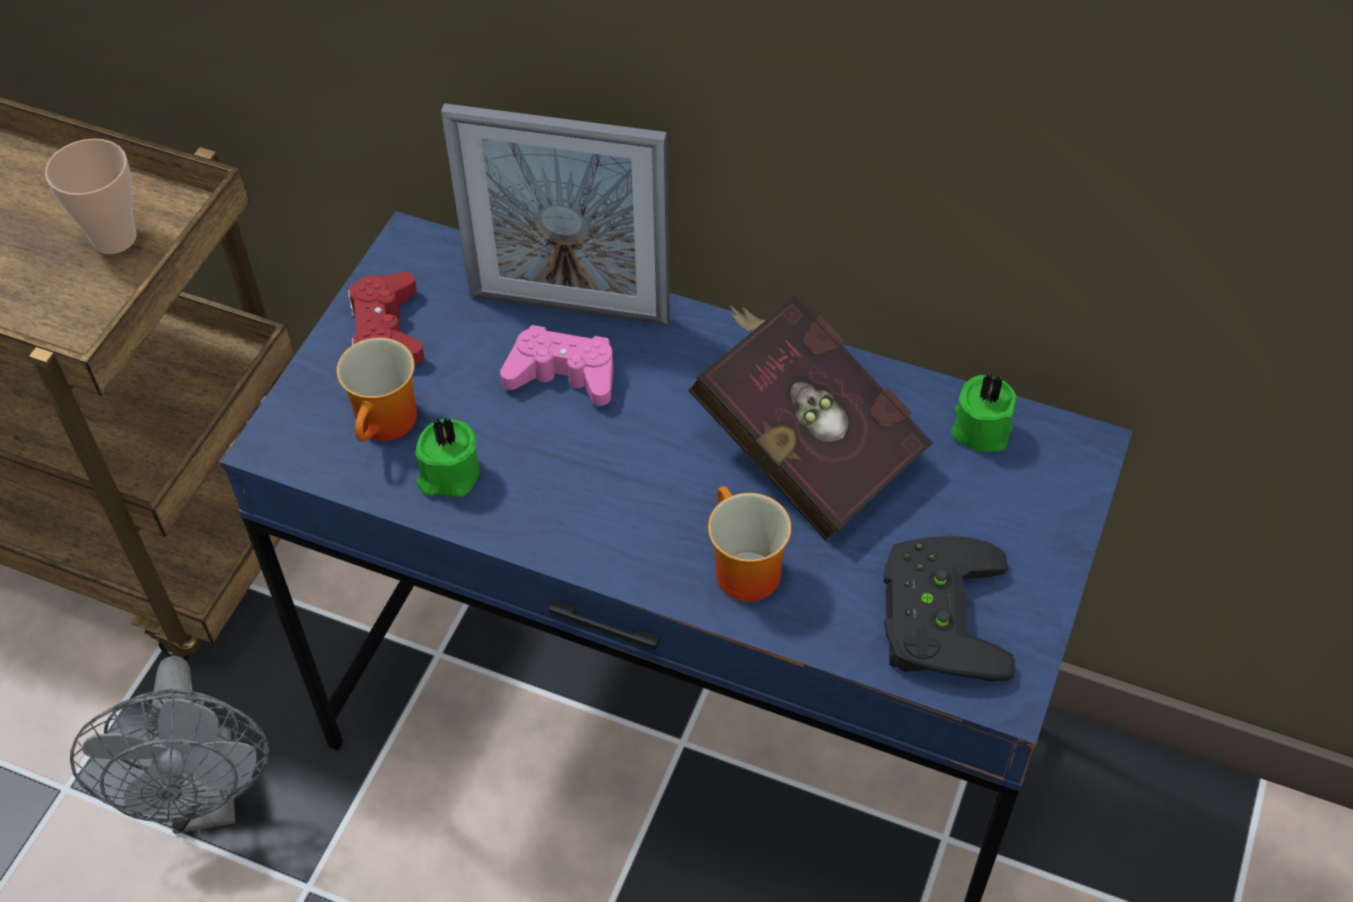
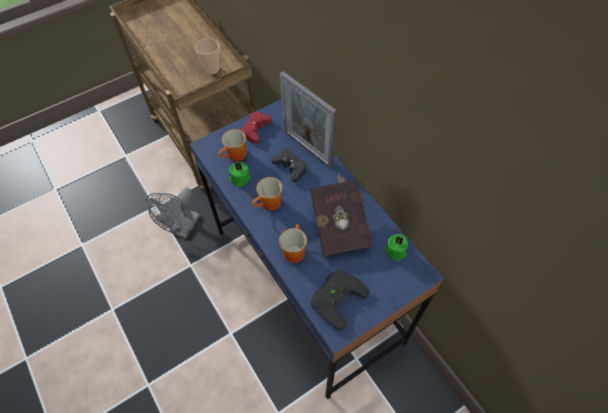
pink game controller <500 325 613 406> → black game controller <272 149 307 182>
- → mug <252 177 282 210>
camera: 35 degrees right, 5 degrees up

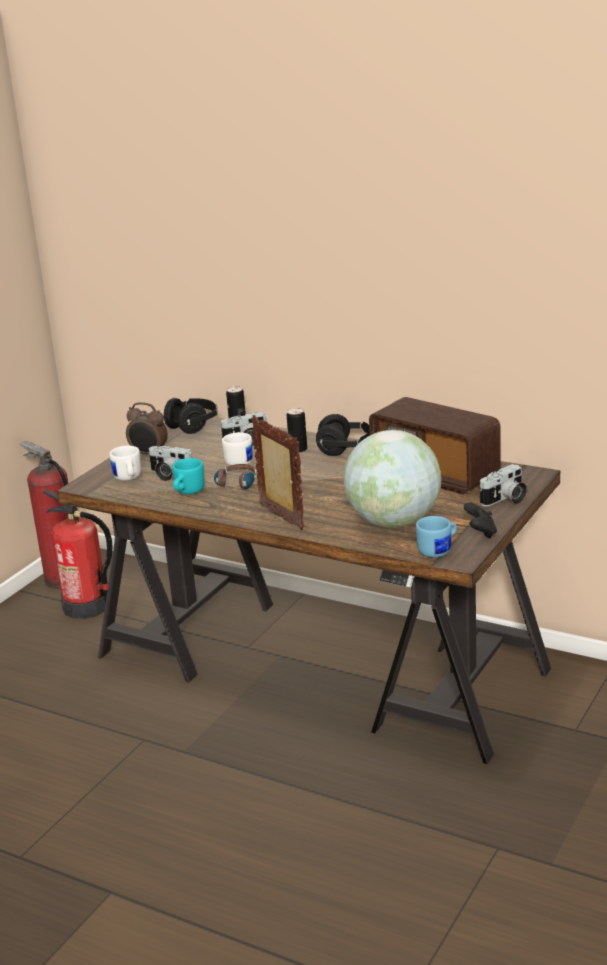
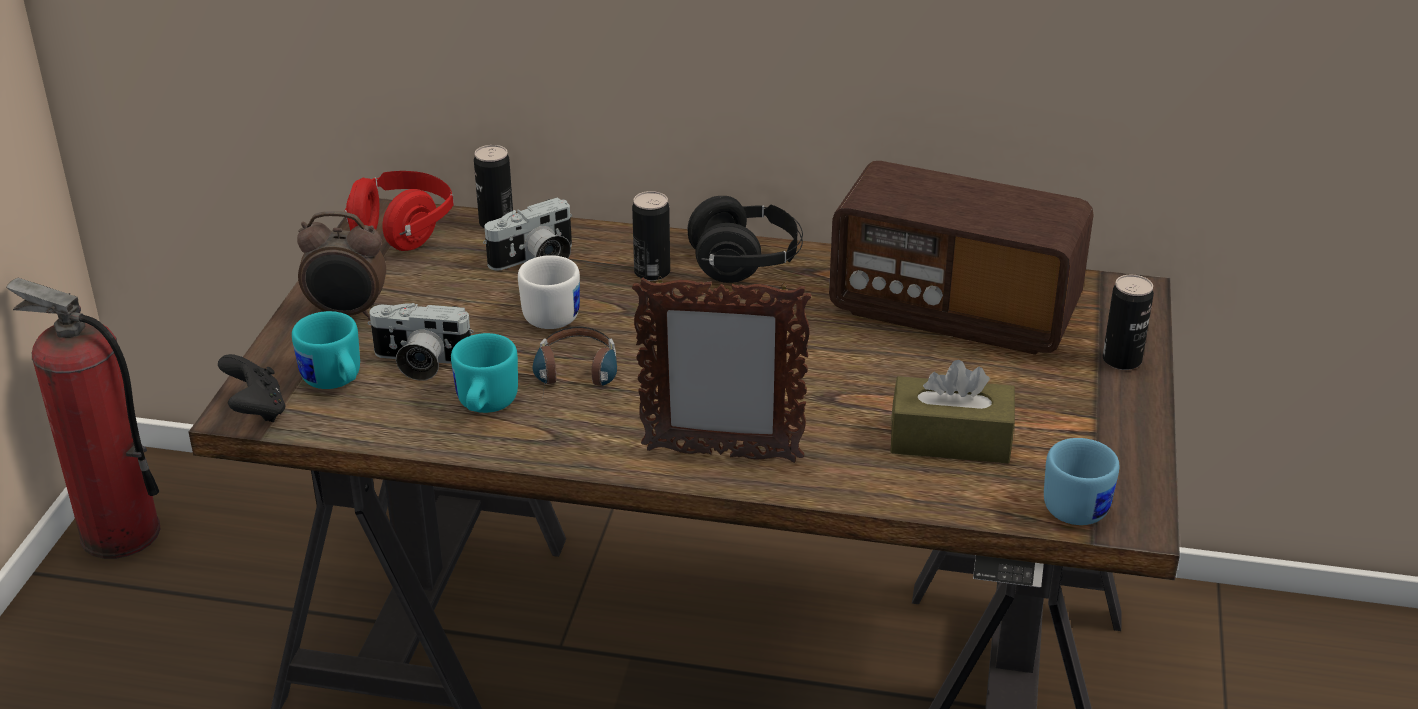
black headphones <164 398 218 434> → red headphones <345 171 454 251>
picture frame <251 415 305 530> → picture frame <632 276 811 463>, 150 degrees clockwise
globe <344 430 441 528> → brown tissue box <890 360 1015 463>
white mug <109 446 141 481> → turquoise mug <292 311 360 389>
photo camera <480 464 527 506> → can <1103 275 1154 370>
fire extinguisher <43 490 113 619> → -
black game controller <464 502 497 538> → black game controller <218 354 285 422>, shifted
camera: 20 degrees left, 10 degrees up

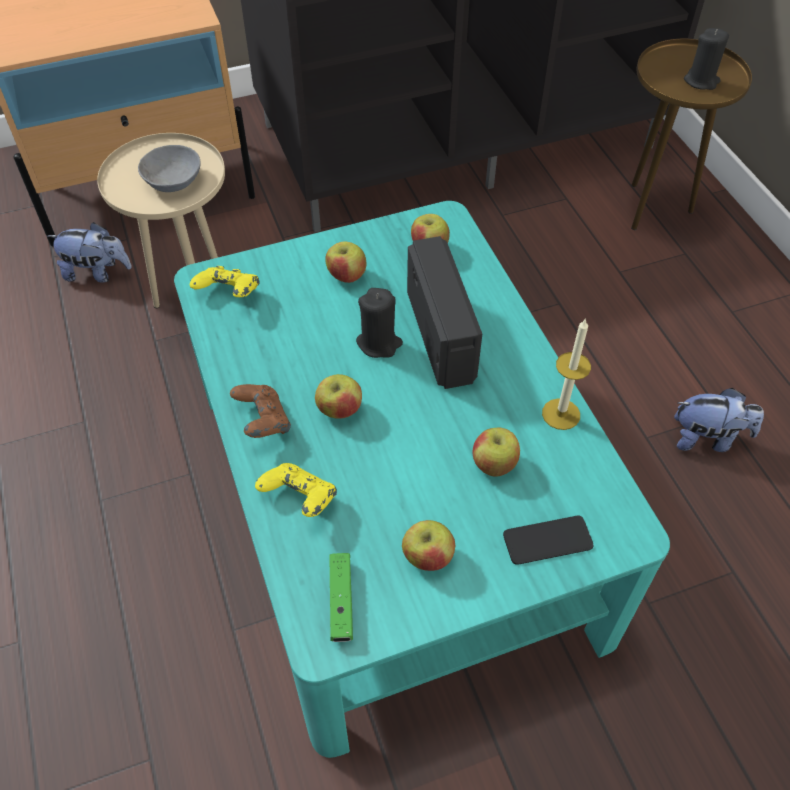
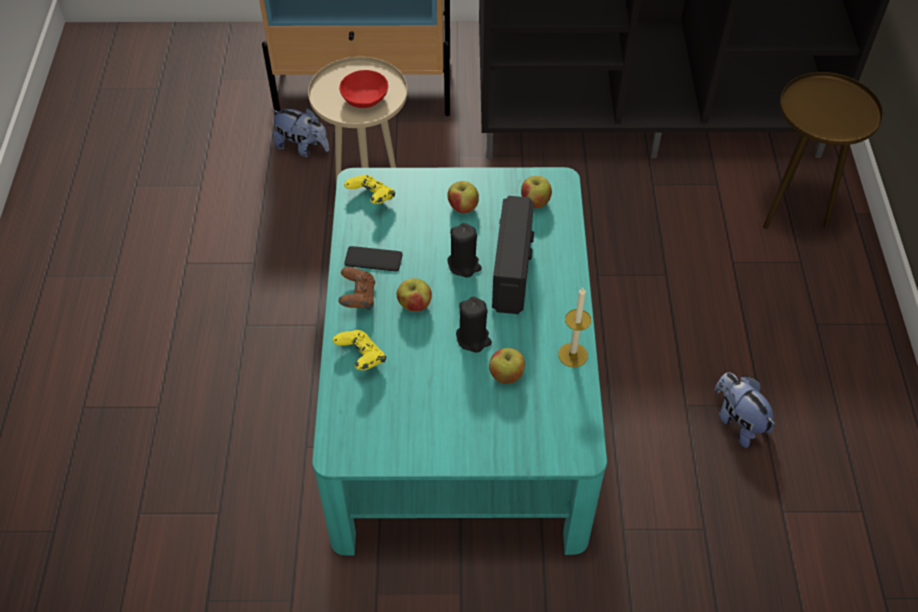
black candle <684 28 729 90> → black candle <456 297 492 353>, shifted
grey bowl <138 145 201 192> → red bowl <339 70 388 108>
plush toy <674 388 764 452> → plush toy <715 373 775 448>, 150 degrees counterclockwise
phone <503 516 594 565> → phone <344 246 402 271>, shifted
apple <402 520 455 571> → -
green game controller <329 553 353 642> → -
camera: 20 degrees right, 0 degrees up

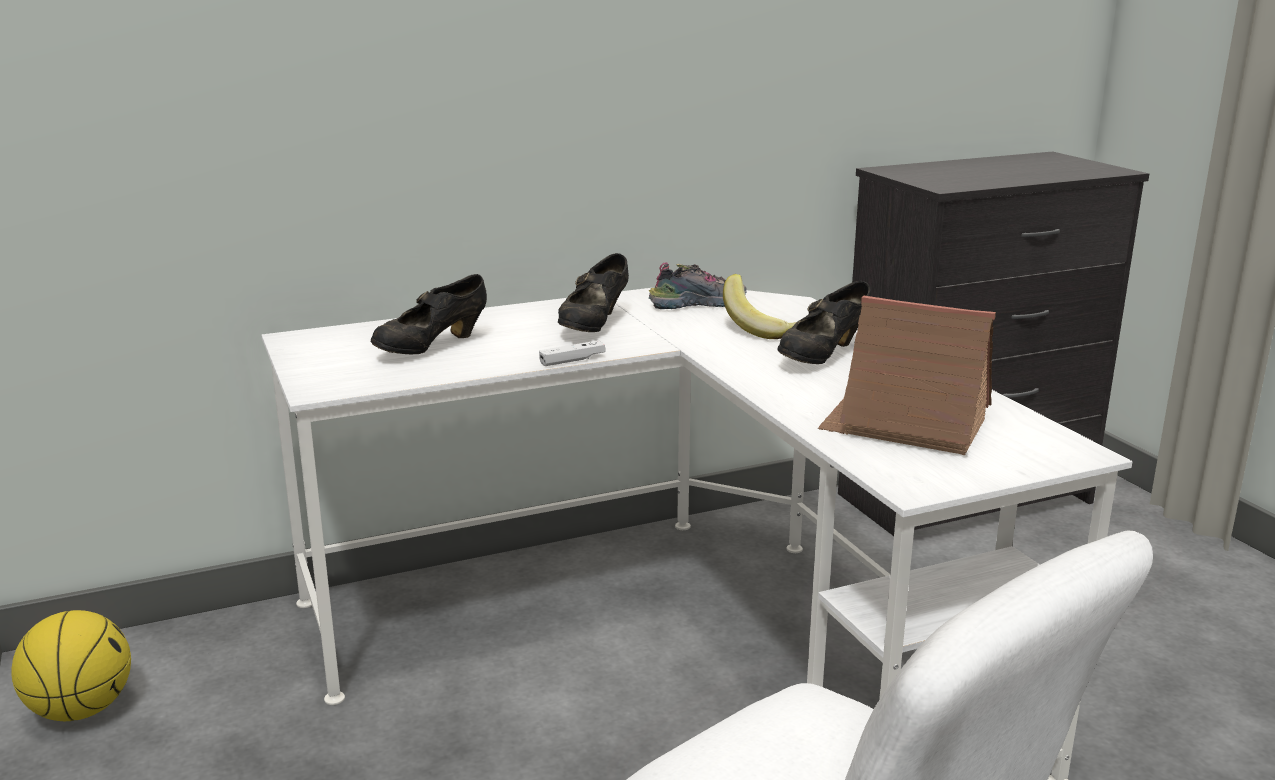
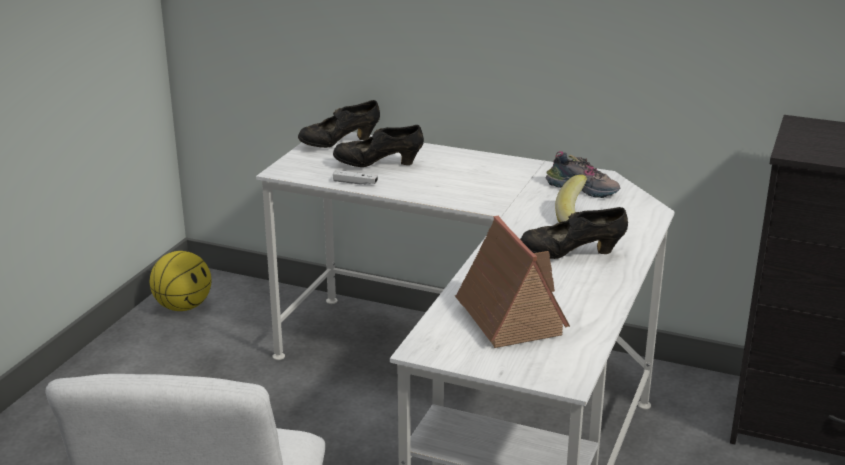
black shoe <558 253 629 332> → black shoe <298 100 380 148>, shifted
white game controller <539 340 605 366> → white game controller <333 170 378 185>, shifted
camera: 45 degrees right, 5 degrees up

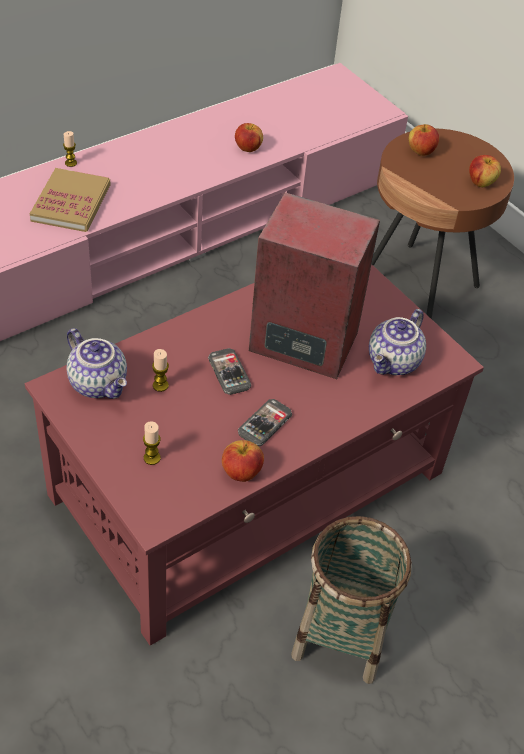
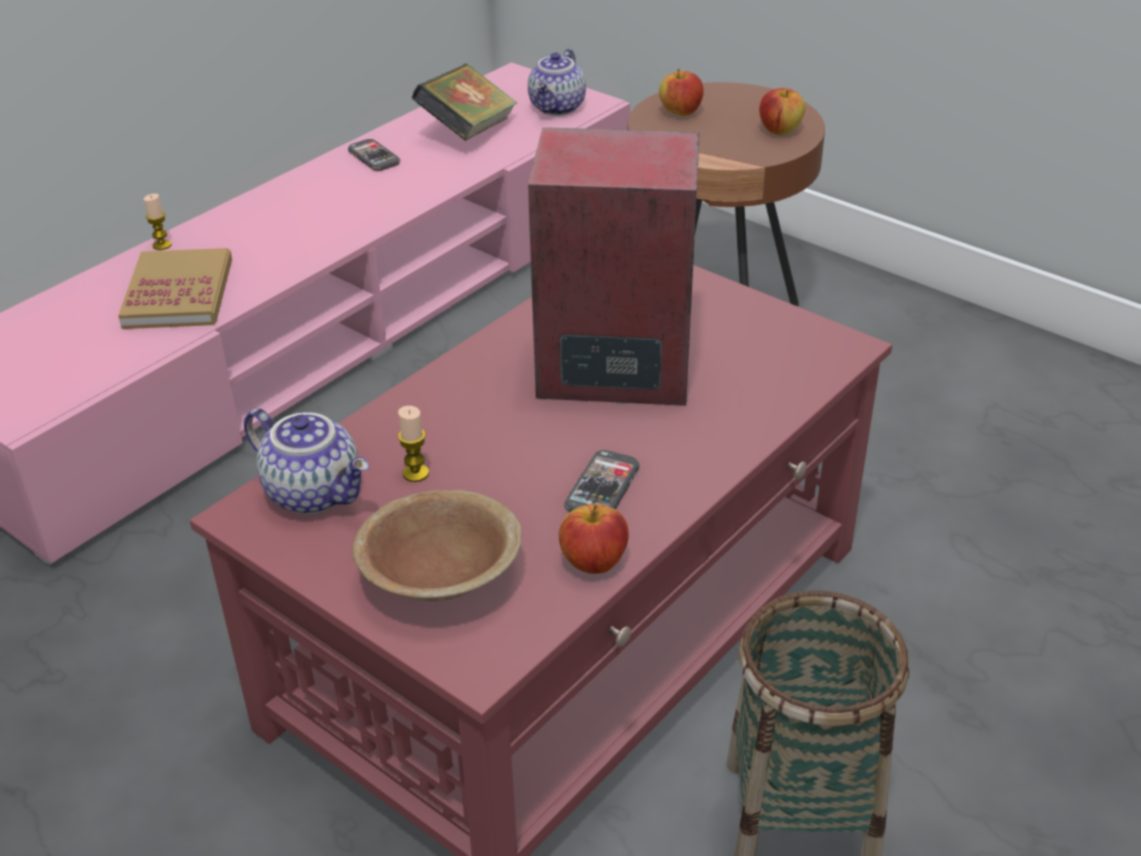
apple <235 123 263 152> → -
teapot <369 309 426 375> → teapot <528 49 586 116>, shifted
phone <208 348 251 395> → phone <348 139 400 171>, shifted
candle <143 421 161 465> → brown bowl <352 490 522 601>
- → book <412 64 517 141>
camera: 10 degrees left, 10 degrees down

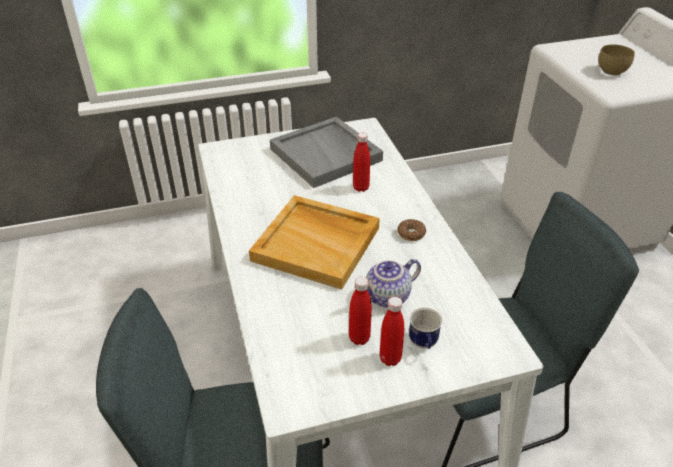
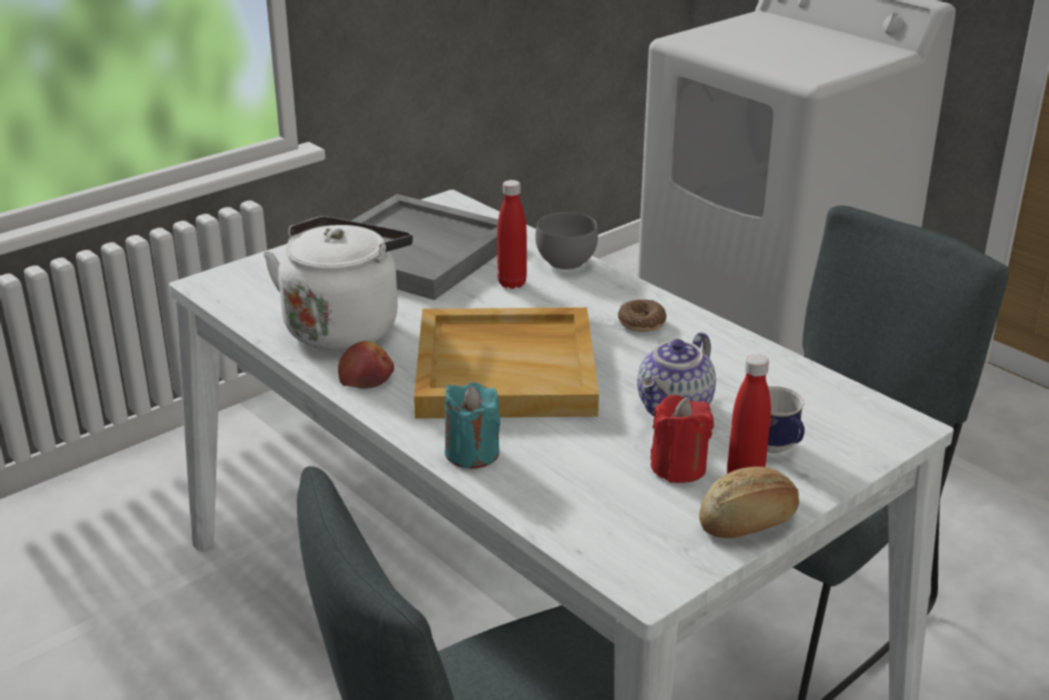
brown bowl <598 44 635 75> → -
red bottle <349 277 372 345> → red candle <650 395 714 483>
- → grey bowl <535 212 598 270>
- → white kettle <263 216 413 350>
- → apple <338 341 394 389>
- → turquoise candle <445 382 501 469>
- → bread <699 467 799 538>
camera: 25 degrees left, 10 degrees down

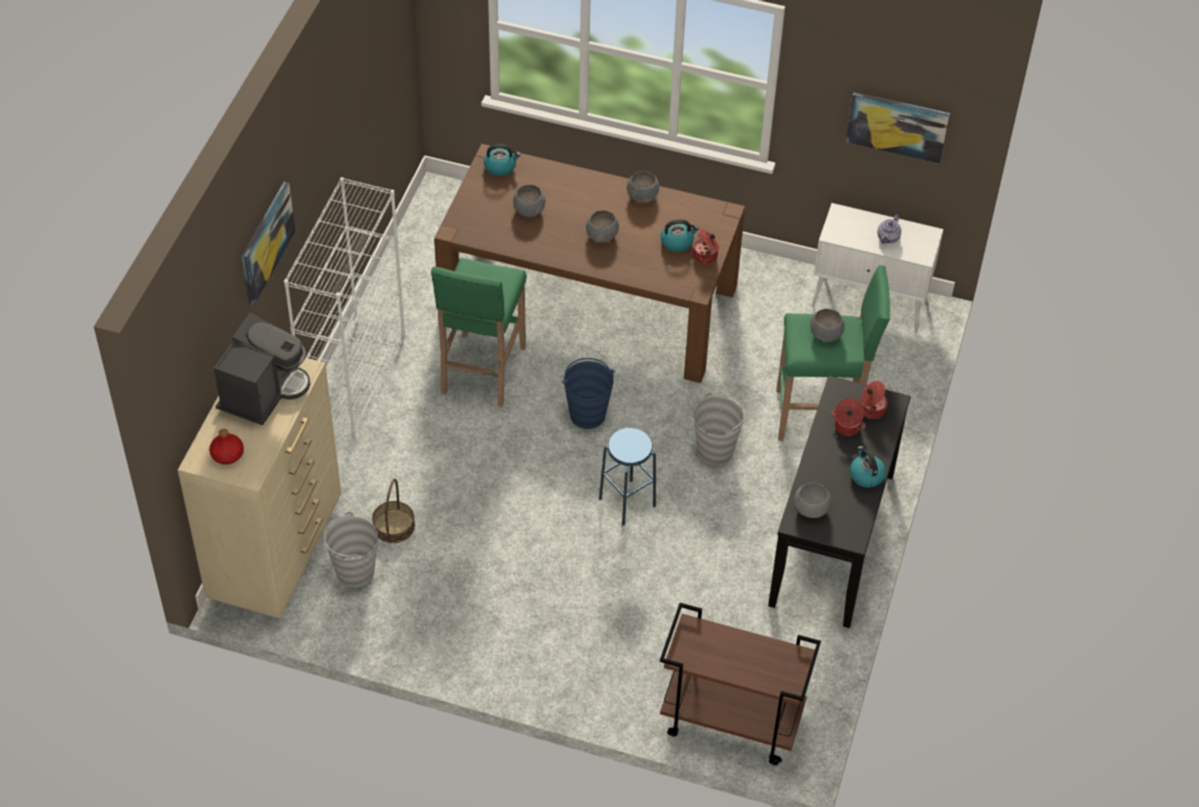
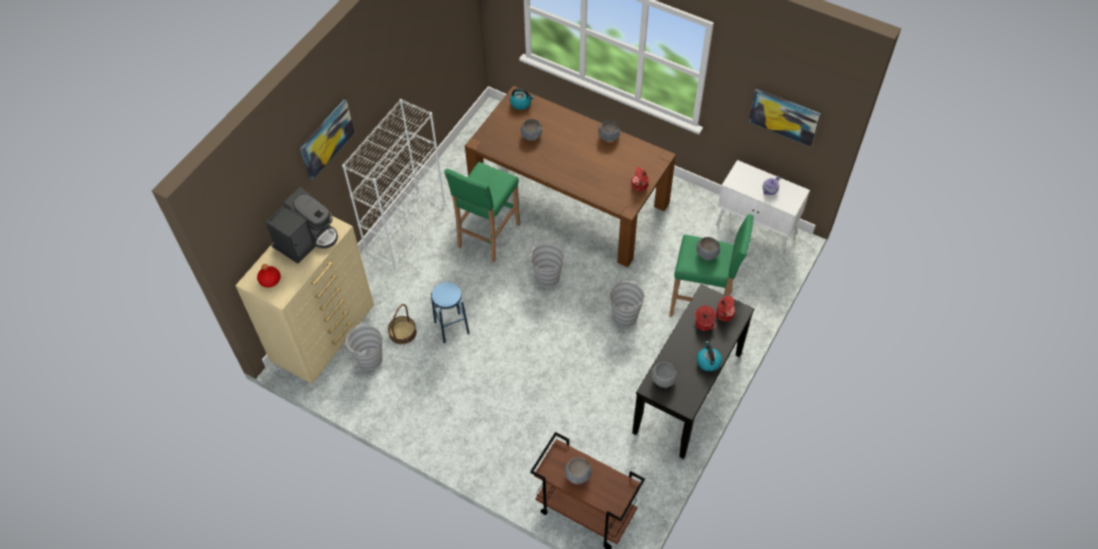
grey bowl <586 210 619 242> → grey bowl <565 457 592 484>, shifted
kettle <661 219 699 252> → -
blue bucket <561 358 615 429> → grey bucket <529 241 566 287>
blue stool <599 428 656 526> → blue stool <431 282 470 344>, shifted
camera: 15 degrees right, 5 degrees up

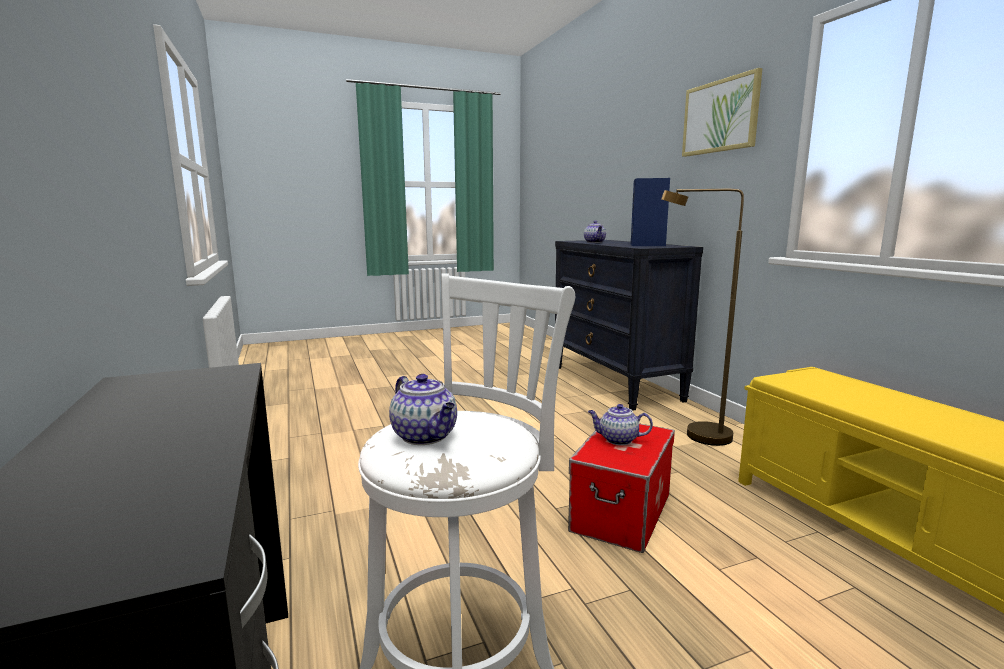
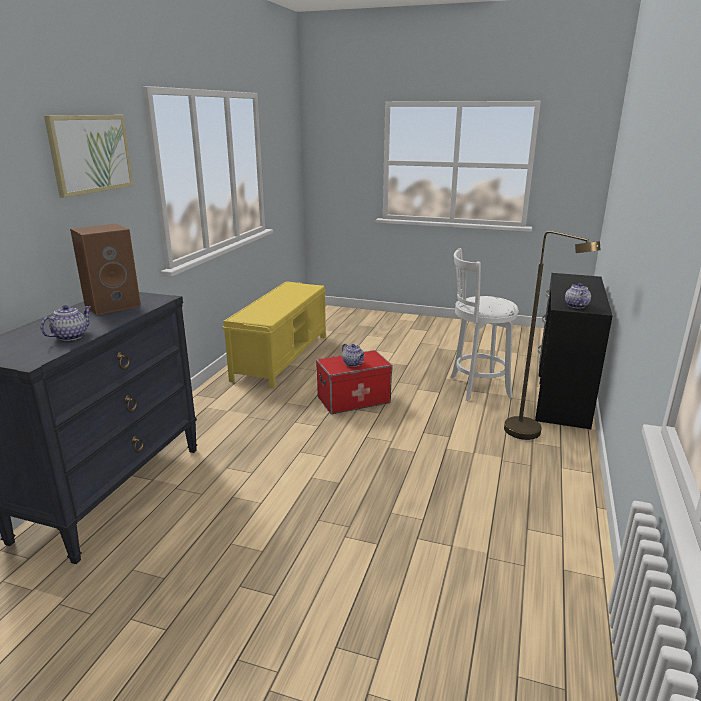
blue speaker <631 178 670 246> → brown speaker <70 224 141 315>
brown floor lamp <661 189 744 446> → brown floor lamp <504 231 600 440>, shifted
teapot <389 374 457 445> → teapot <565 283 591 308>, shifted
camera: 140 degrees left, 10 degrees up

